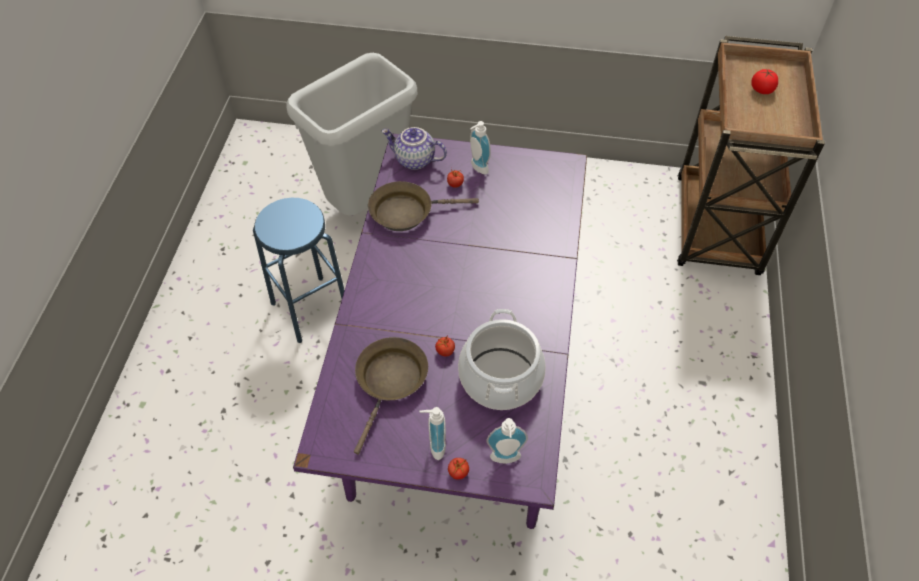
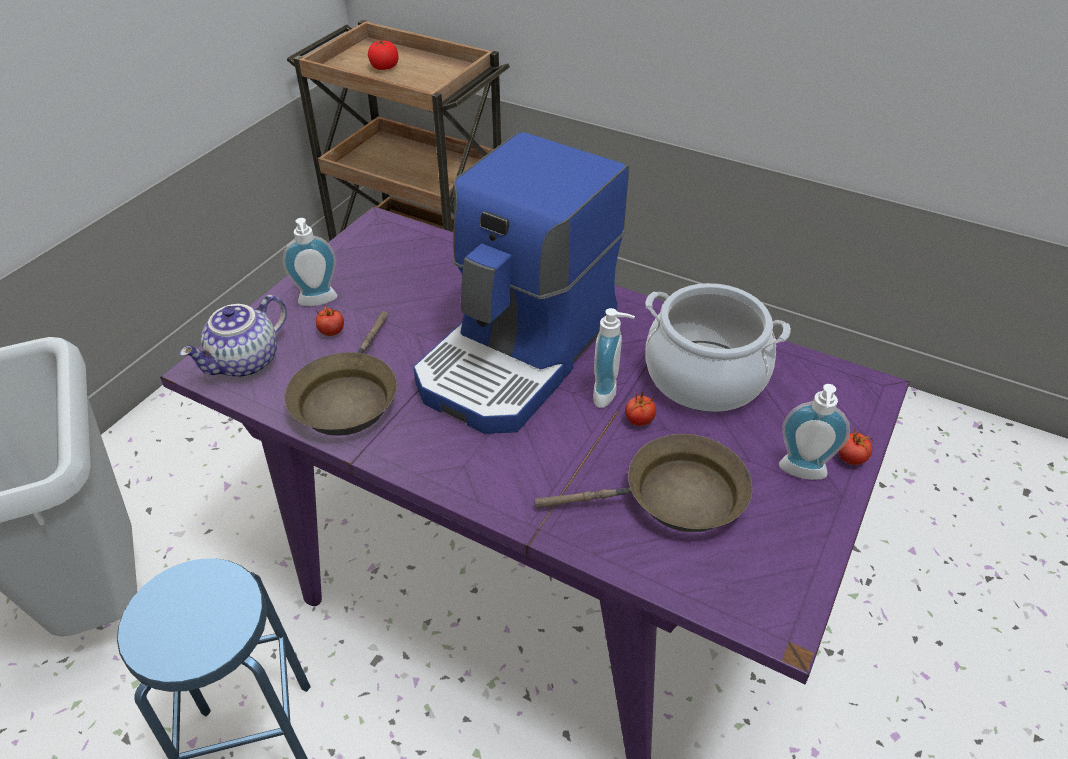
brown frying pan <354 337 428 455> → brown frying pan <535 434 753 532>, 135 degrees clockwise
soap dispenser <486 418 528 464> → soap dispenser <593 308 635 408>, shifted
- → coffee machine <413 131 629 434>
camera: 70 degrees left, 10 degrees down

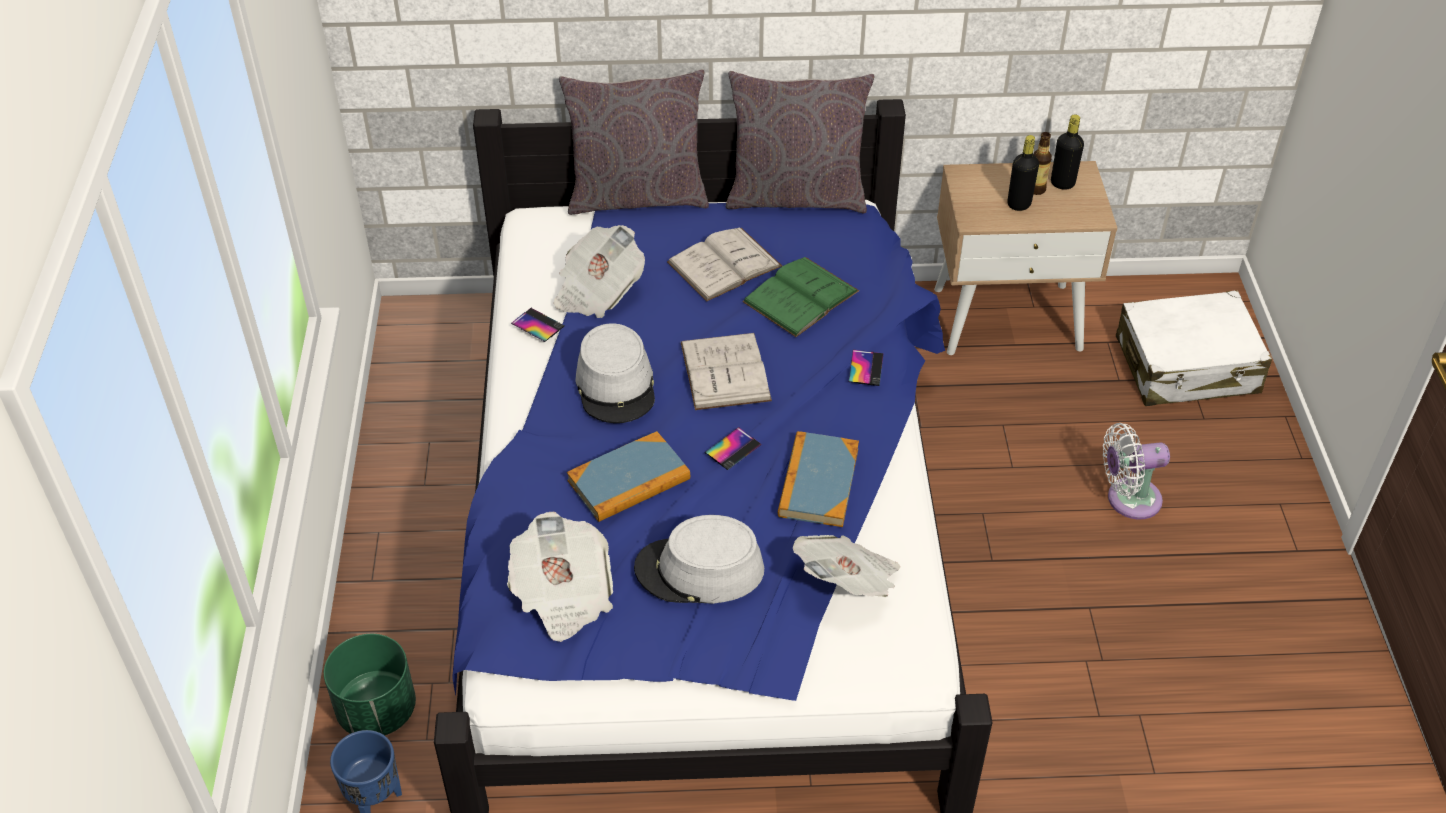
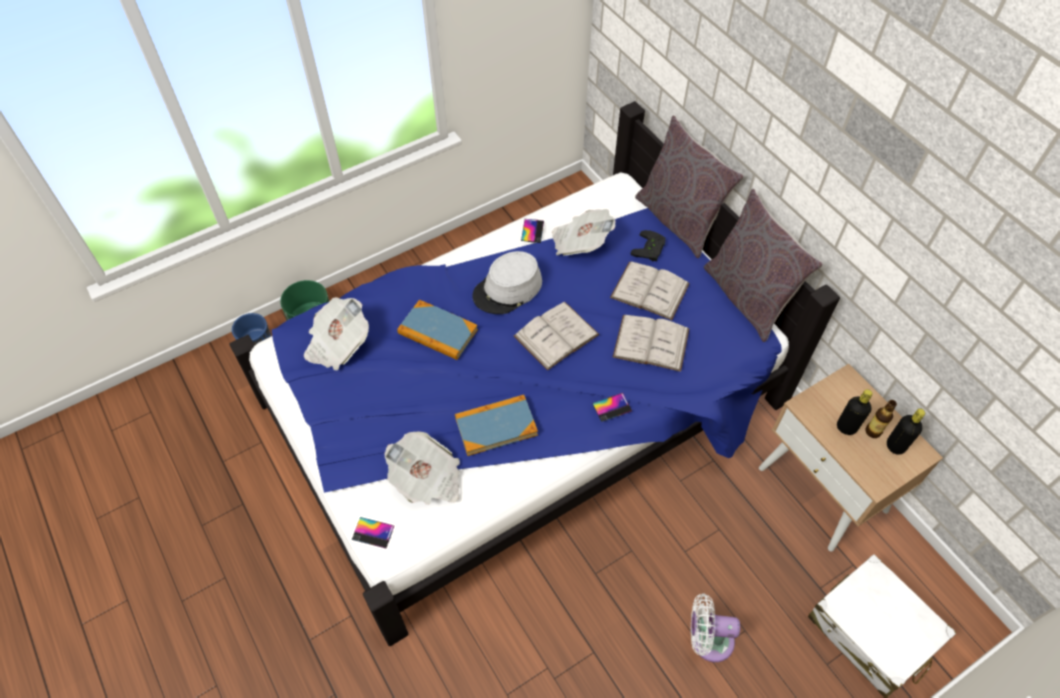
green book <742 257 859 337> → white book <613 315 689 372>
white fan <1103 423 1170 519> → white fan <691 593 740 662>, 45 degrees counterclockwise
phone <705 427 762 470> → phone <352 517 394 548>, shifted
grey hat <634 515 764 604> → -
- → black game controller <631 230 665 261>
camera: 60 degrees right, 10 degrees up

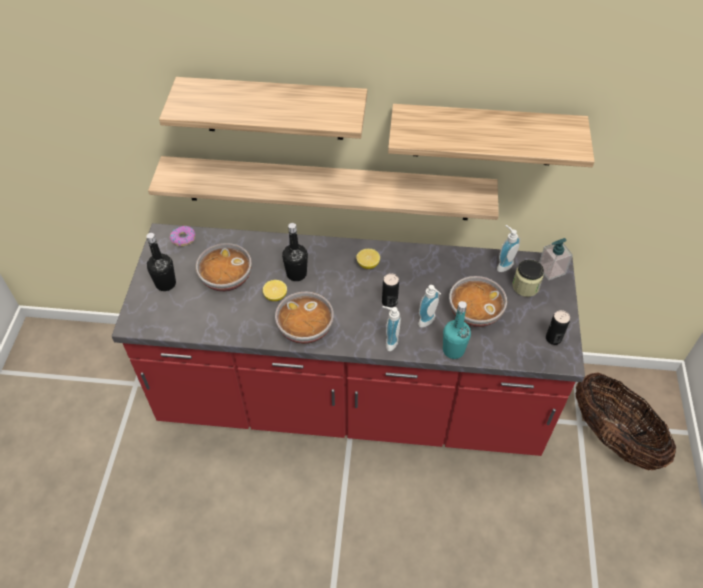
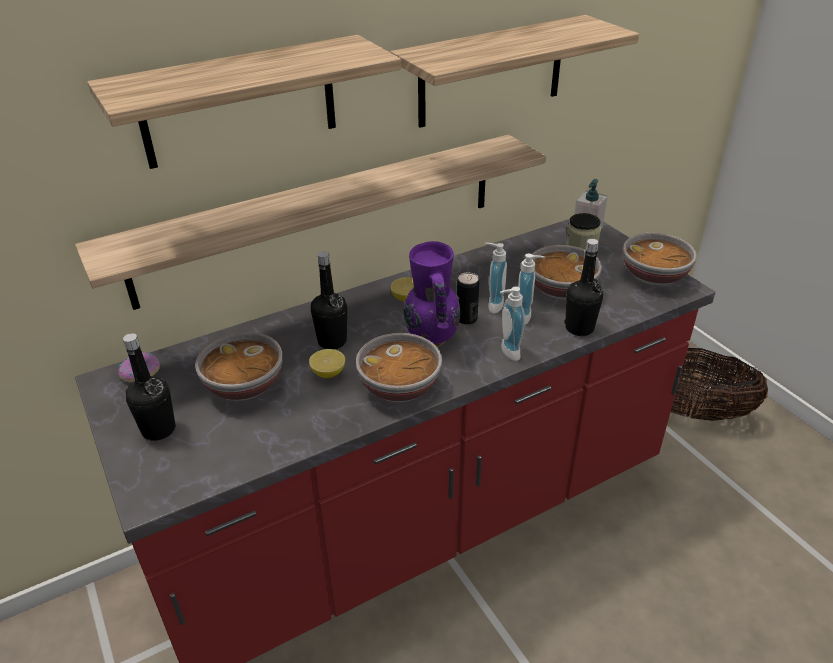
soap dispenser <497 225 520 272> → soap dispenser <485 243 507 313>, shifted
turquoise bottle <443 301 471 359> → black bottle <564 239 603 336>
can <546 310 570 345> → bowl <623 233 697 286>
- → purple vase <404 241 460 347>
camera: 35 degrees left, 15 degrees down

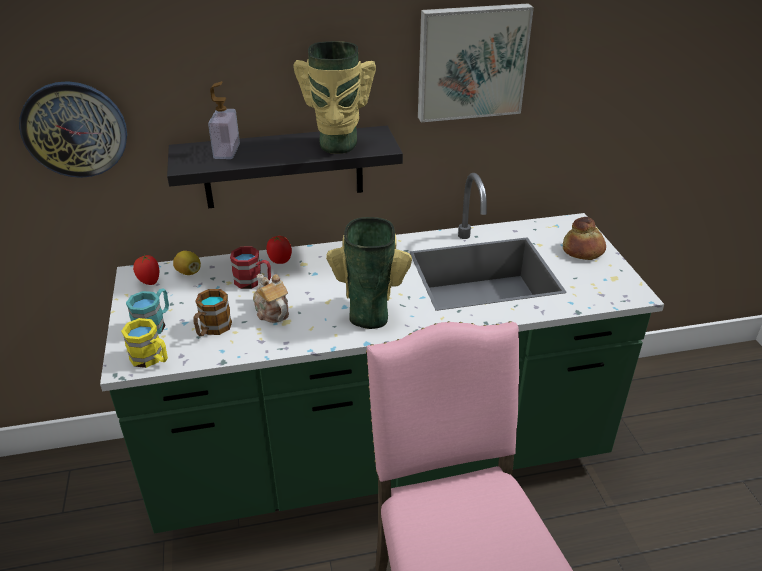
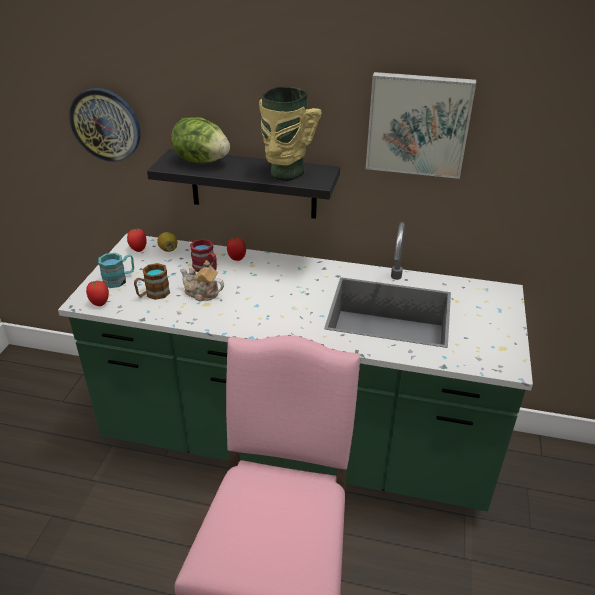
soap dispenser <208 81 240 159> → lettuce <171 117 230 164>
vase <326 217 412 329> → -
bread <563 217 606 260> → -
teapot <253 274 289 323> → teapot <180 260 224 301>, 60 degrees counterclockwise
yellow mug <121 318 168 368> → tomato <86 281 109 306>
camera: 25 degrees right, 0 degrees up

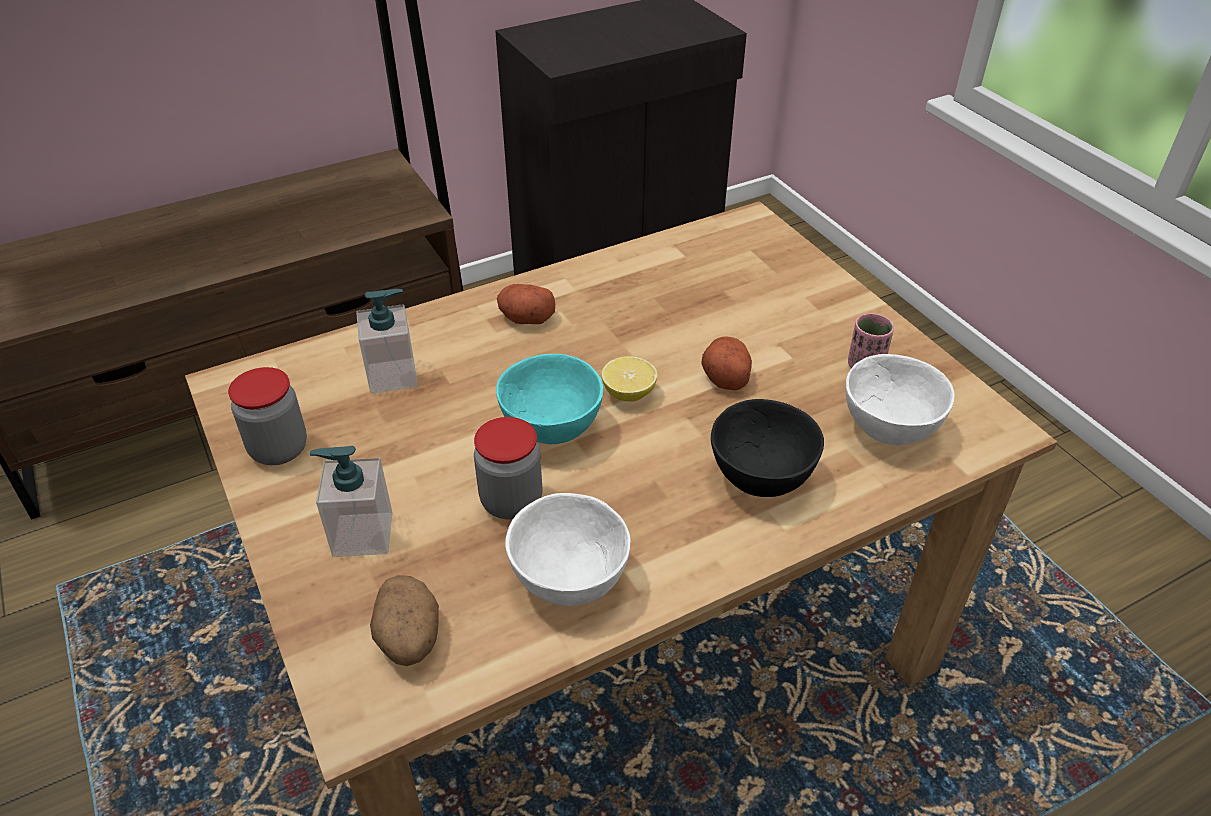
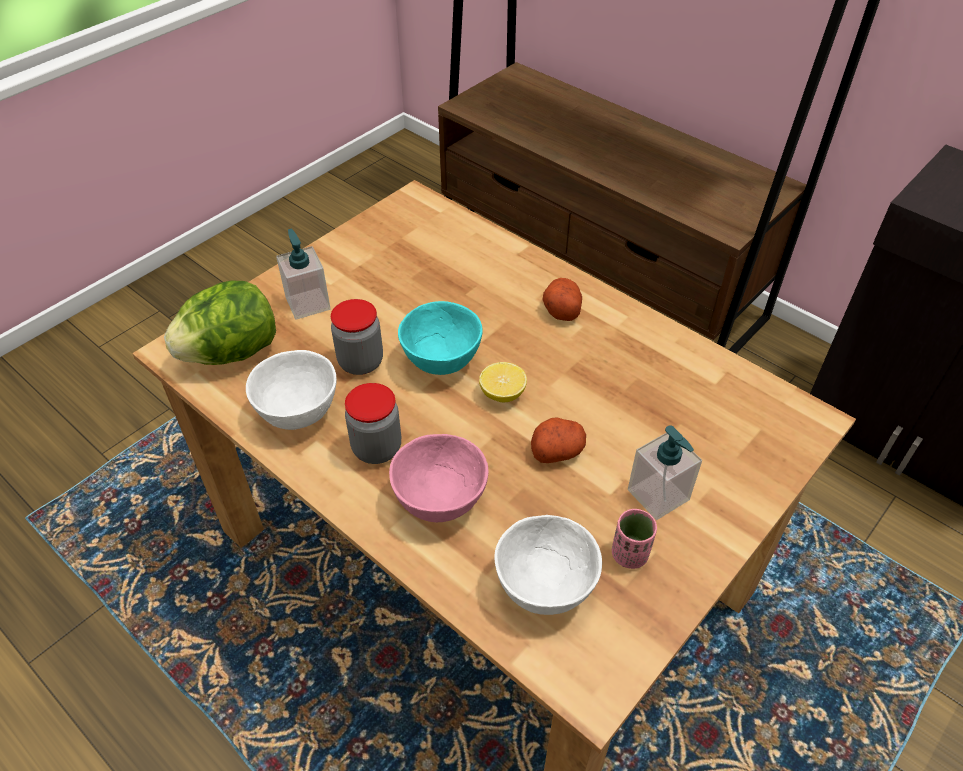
soap dispenser <356 289 418 394> → soap dispenser <628 425 702 520>, shifted
jar <228 367 307 465> → jar <345 383 401 464>, shifted
black bowl <711 399 824 497> → pink bowl <389 434 488 522>
potato <370 575 439 666> → lettuce <164 281 276 365>
camera: 70 degrees right, 5 degrees up

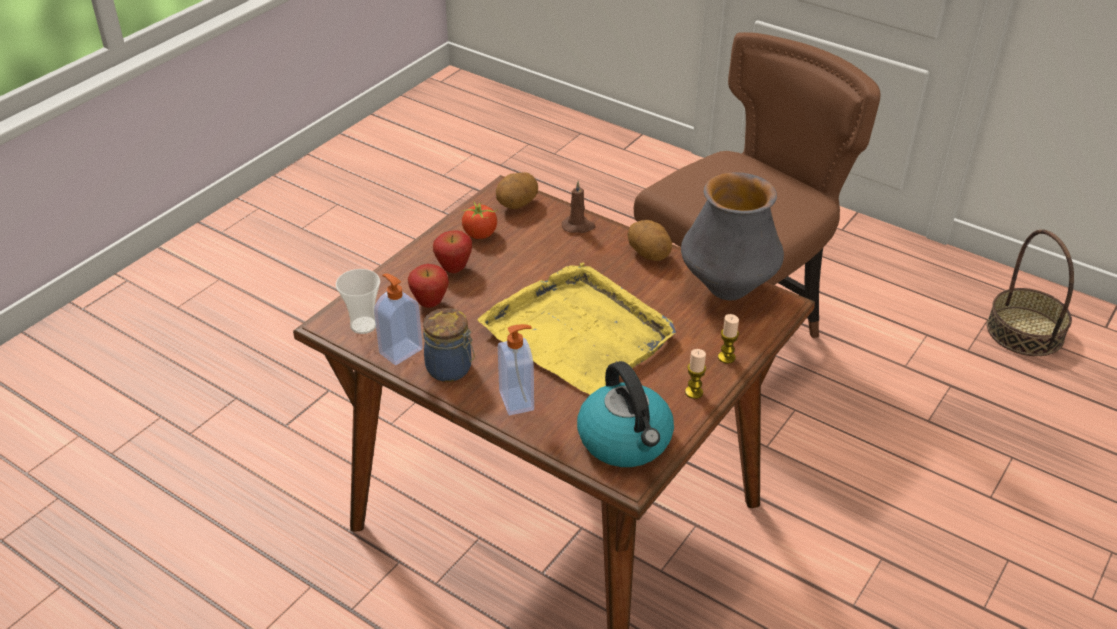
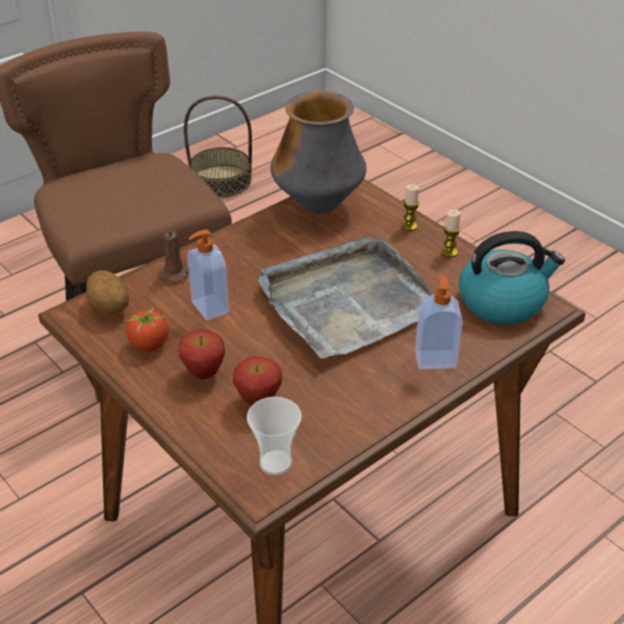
potato <627 220 672 261> → -
yellow tray <478 263 676 395> → grey tray <258 237 431 359>
soap dispenser <374 274 423 365> → soap dispenser <187 230 230 321>, shifted
jar <423 308 475 382> → -
camera: 75 degrees left, 0 degrees up

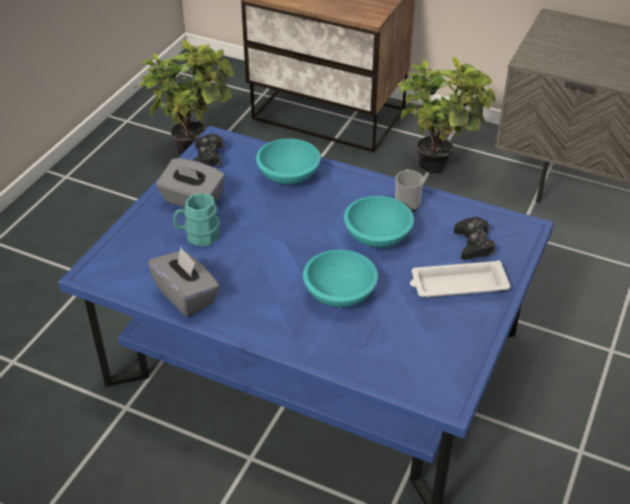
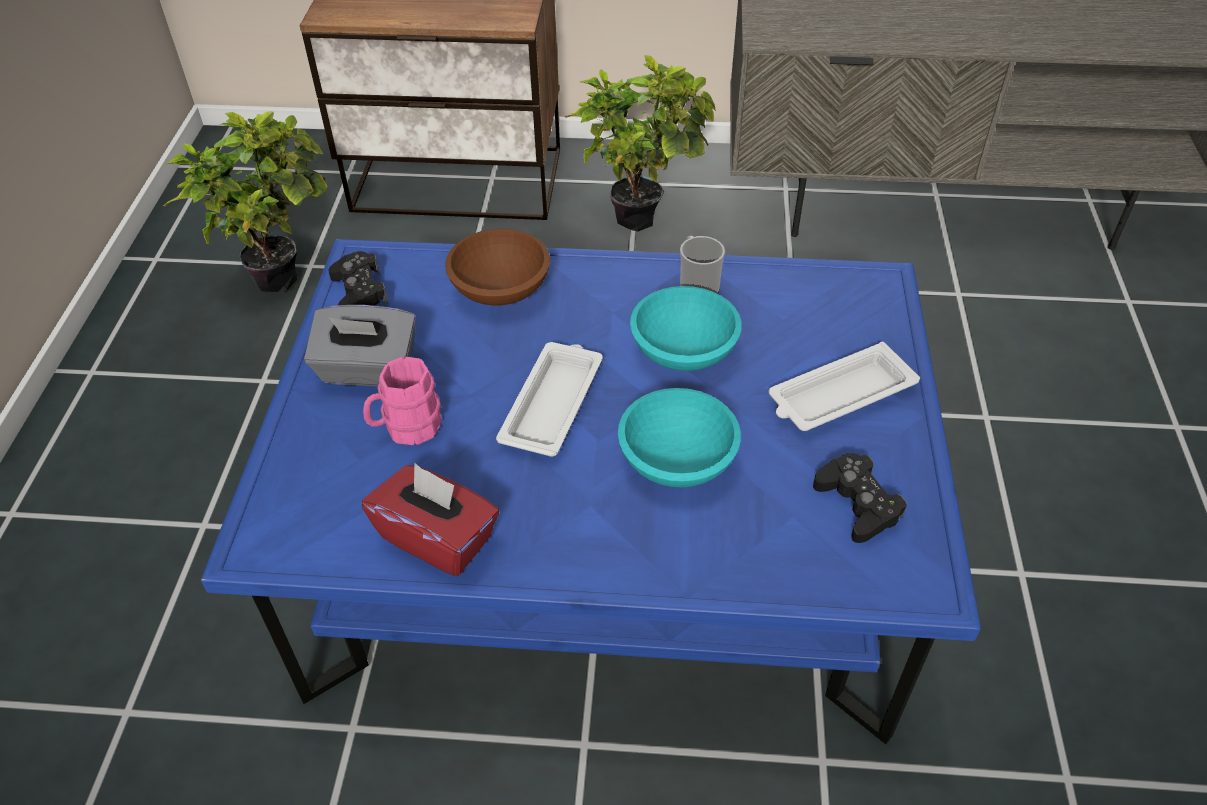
turquoise bowl <256 139 321 184> → brown bowl <445 229 550 305>
turquoise mug <173 193 220 246> → pink mug <363 357 442 445>
black game controller <454 217 496 260> → black game controller <813 453 907 543>, shifted
grey tissue box <148 247 220 317> → red tissue box <362 463 499 576>
- → white tray <496 342 603 457>
camera: 20 degrees left, 5 degrees up

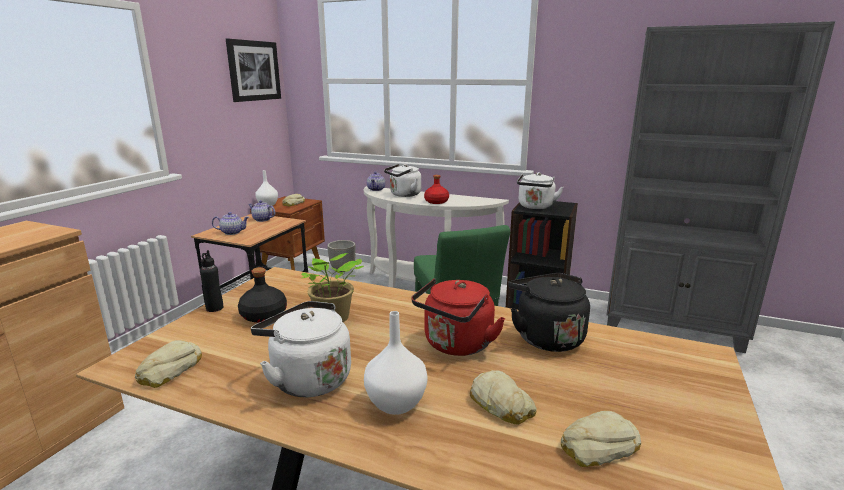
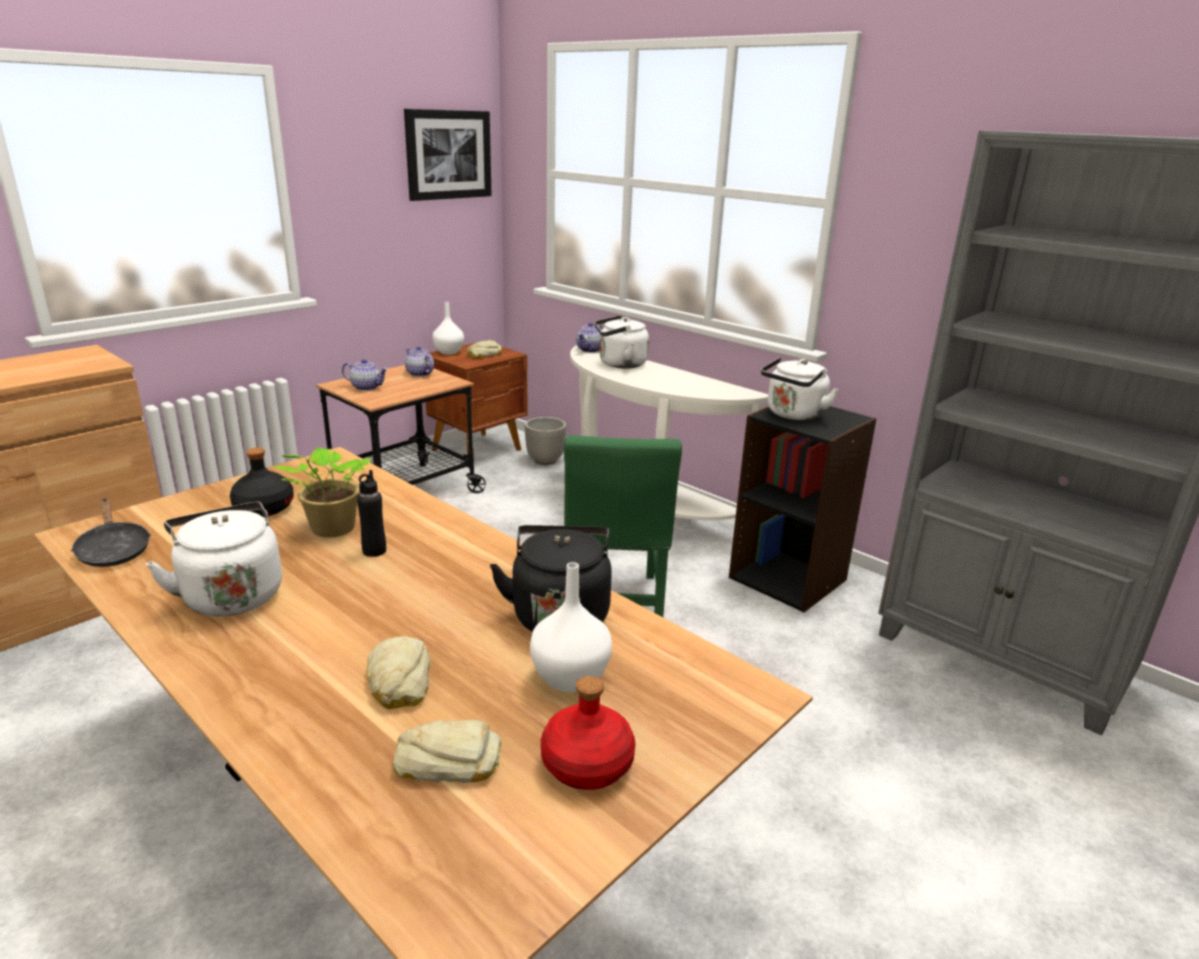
red bottle <424 175 449 204> → red bottle <541 676 636 790>, shifted
black bottle <200 250 223 312> → black bottle <357 470 386 557>, shifted
red kettle <411 278 505 356> → -
white vase <364 311 427 415> → white vase <530 562 612 692>, shifted
bread <135 340 202 388> → black frying pan <71 498 151 567>
camera: 20 degrees right, 5 degrees up

